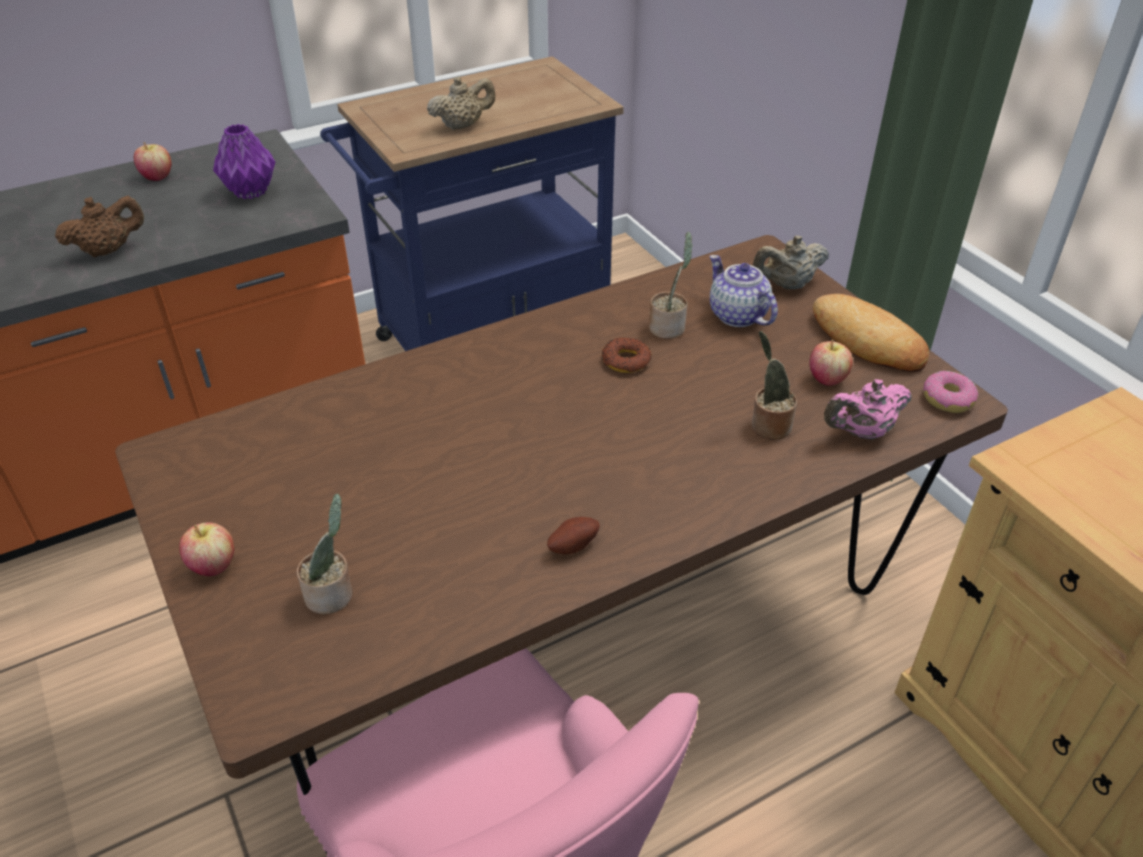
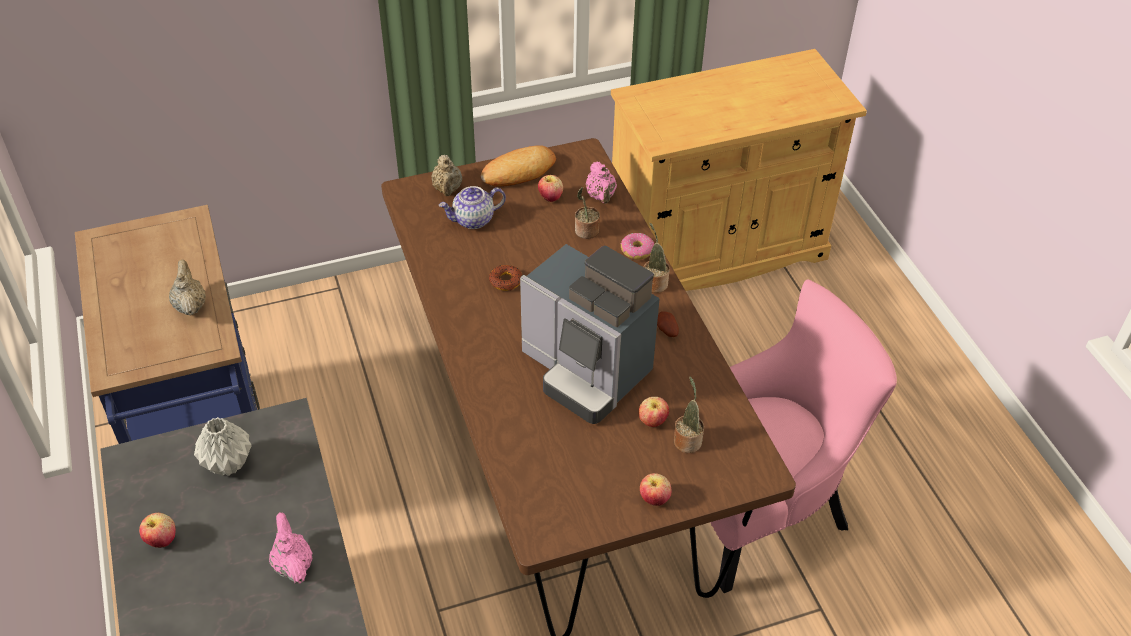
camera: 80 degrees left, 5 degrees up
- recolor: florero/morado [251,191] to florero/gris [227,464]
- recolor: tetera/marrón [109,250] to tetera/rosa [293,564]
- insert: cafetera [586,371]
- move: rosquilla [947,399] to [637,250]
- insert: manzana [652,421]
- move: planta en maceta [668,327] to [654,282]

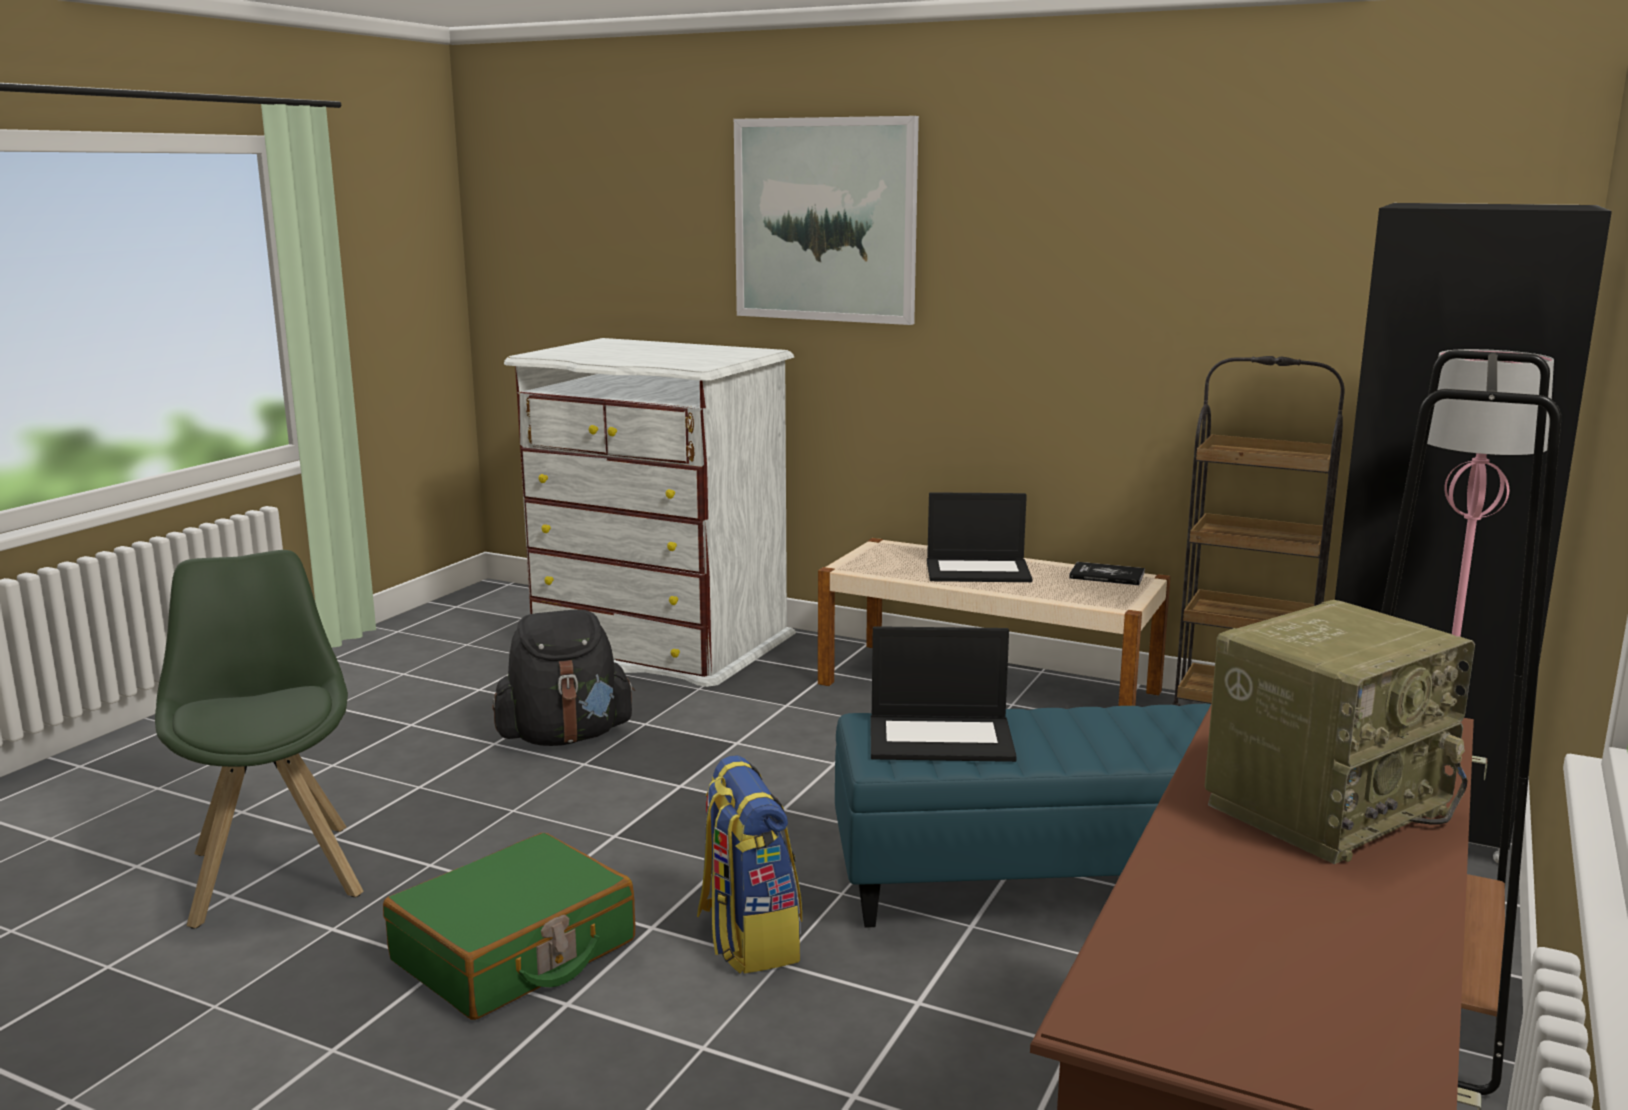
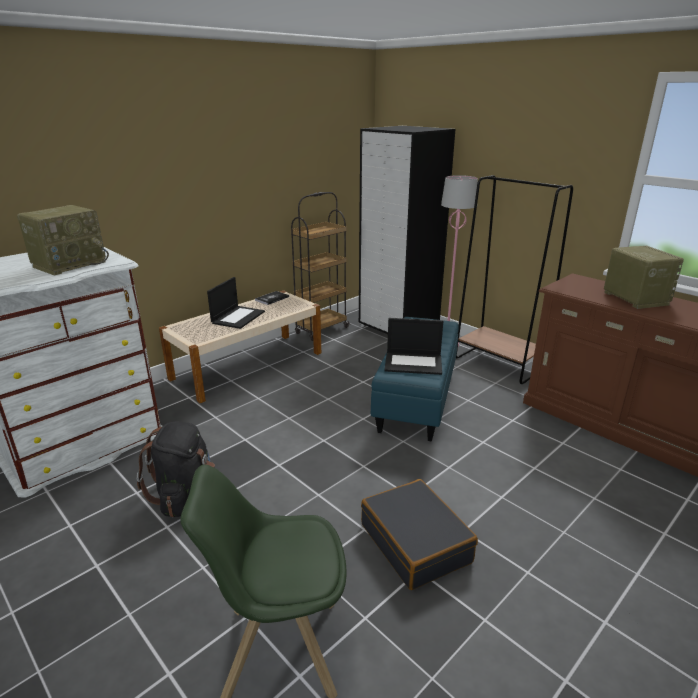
camera: 70 degrees left, 10 degrees up
- insert: radio [70,264]
- recolor: maleta/verde [514,952] to maleta/negro [416,543]
- rotate: portátil [942,738] = [414,363] 75 degrees clockwise
- delete: mochila [748,938]
- delete: cuadro [825,220]

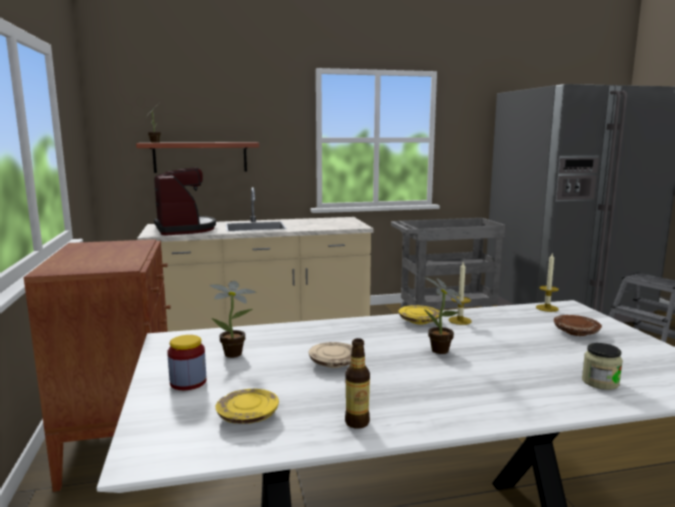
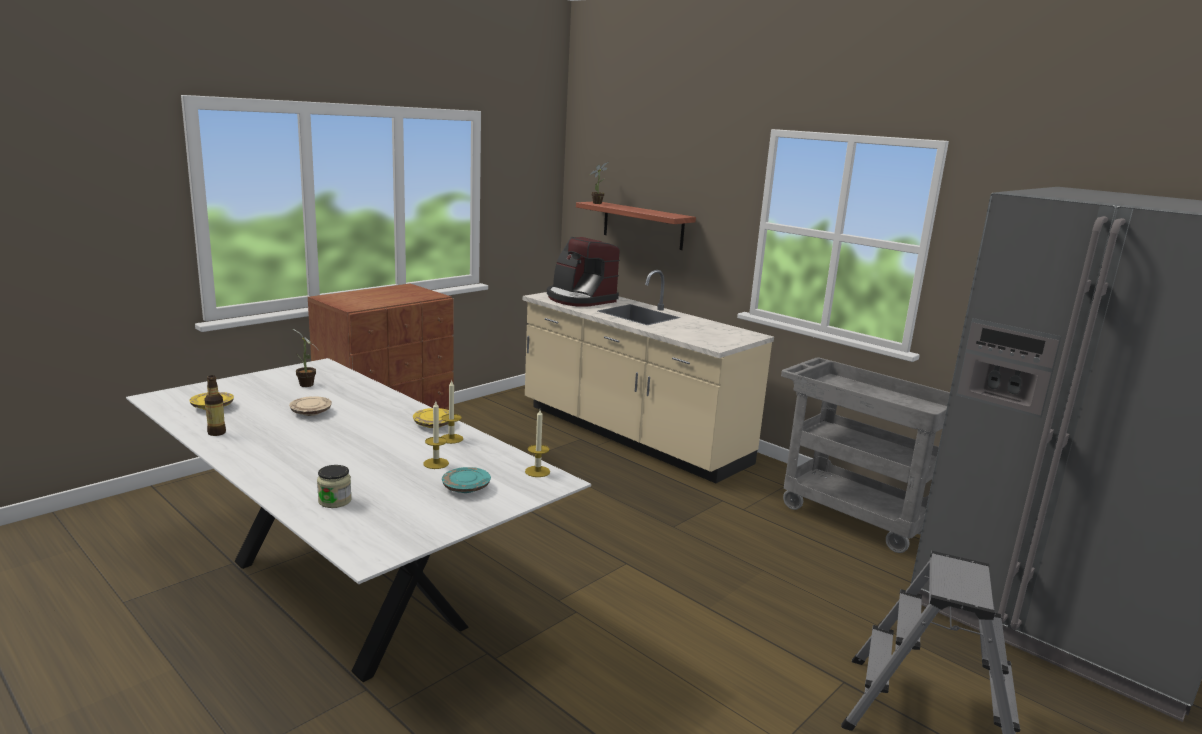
camera: 55 degrees right, 5 degrees up
- insert: vela [436,463]
- recolor: plato/marrón [576,332] to plato/turquesa [466,488]
- rotate: cafetera [184,229] = [580,299] 105 degrees clockwise
- delete: tarro [188,382]
- delete: planta en maceta [441,352]

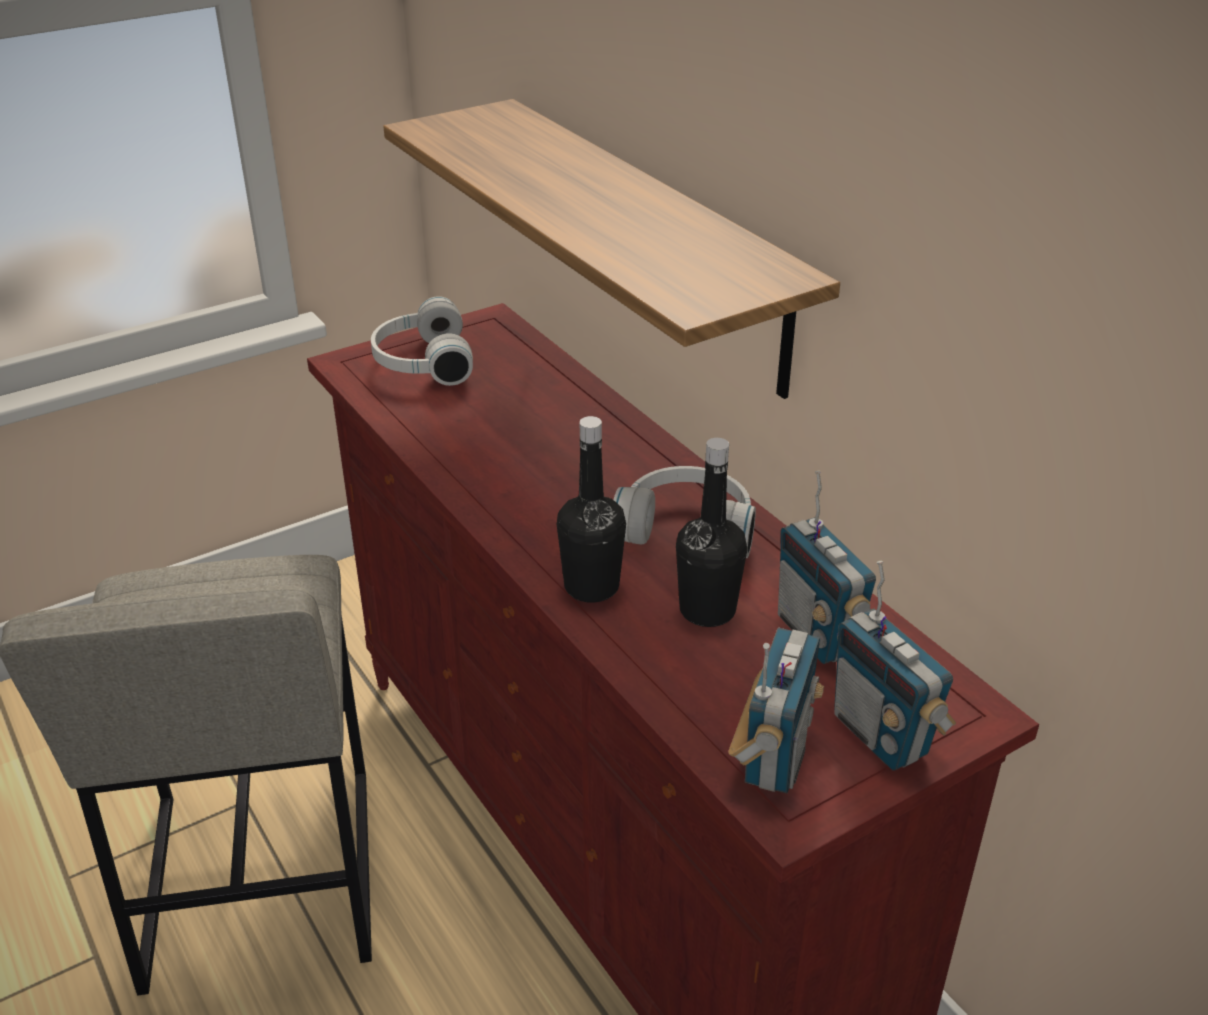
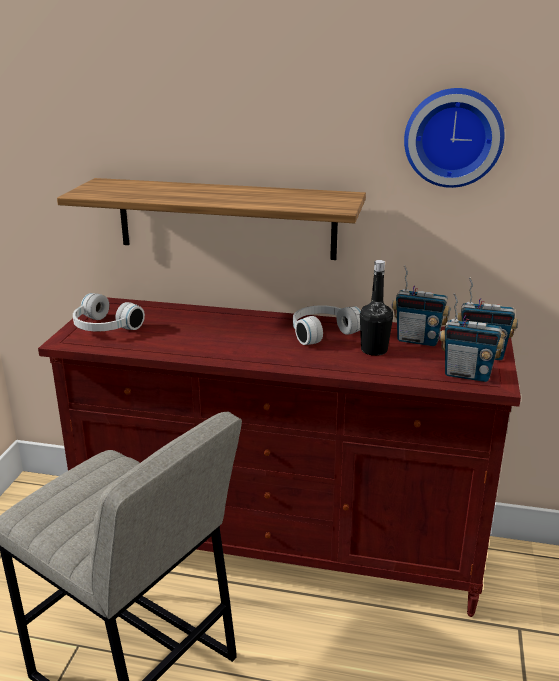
camera: 45 degrees left, 10 degrees down
- insert: reloj de pared [453,137]
- rotate: radio [773,757] = [467,374] 135 degrees clockwise
- delete: botella/negro [591,586]

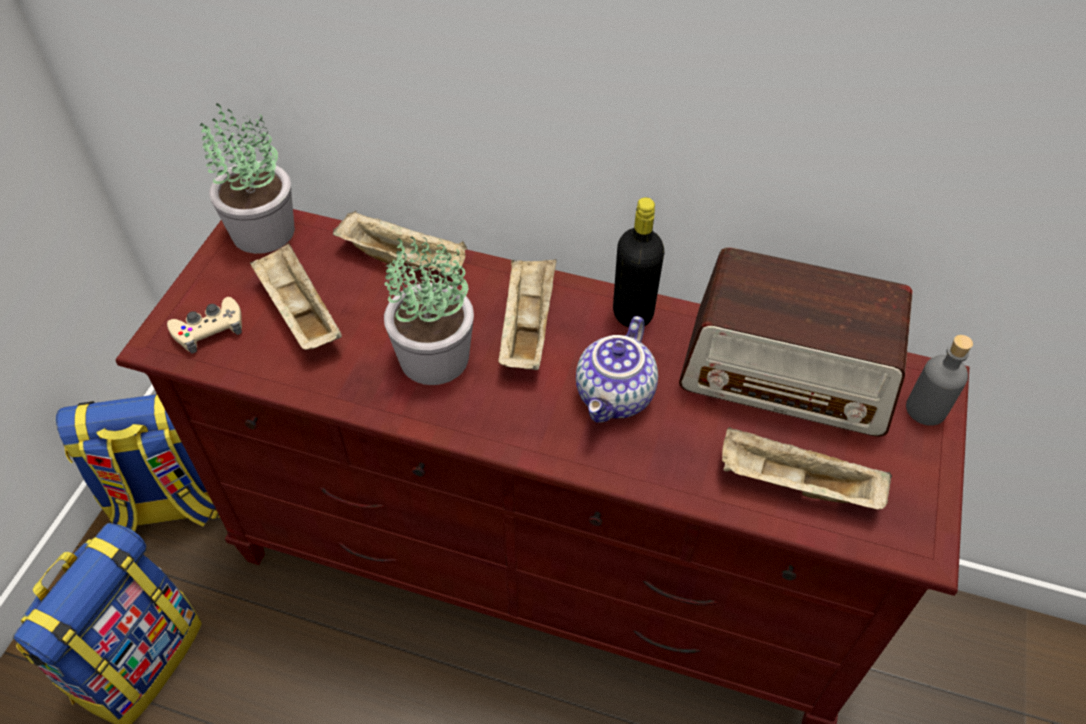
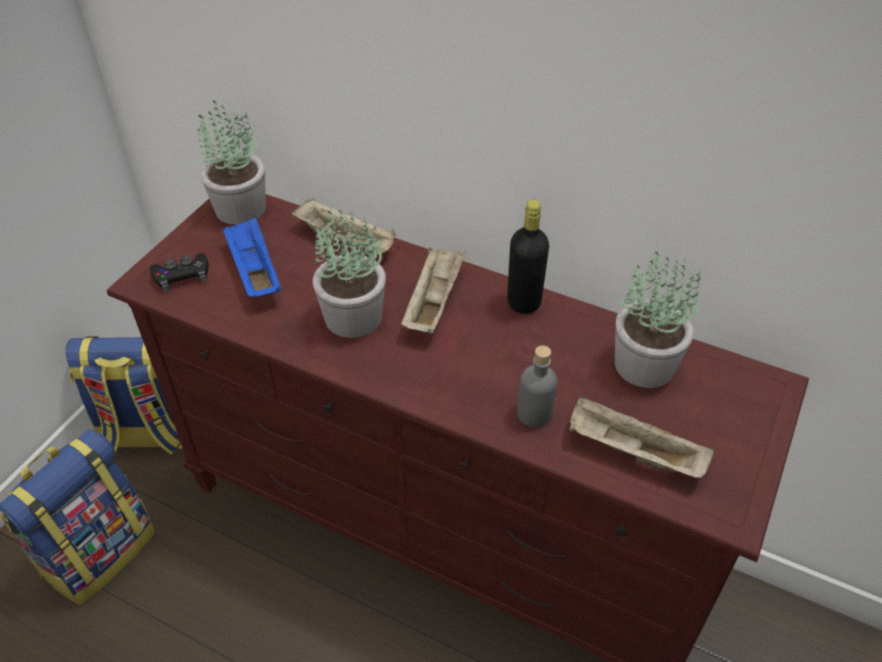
camera: 10 degrees right, 5 degrees down
- recolor: mando de consola/beis [209,329] to mando de consola/negro [182,276]
- recolor: bandeja/beis [299,313] to bandeja/azul [254,271]
- move: botella/gris [926,409] to [534,413]
- replace: radio [788,373] to planta en maceta [646,364]
- delete: tetera [616,397]

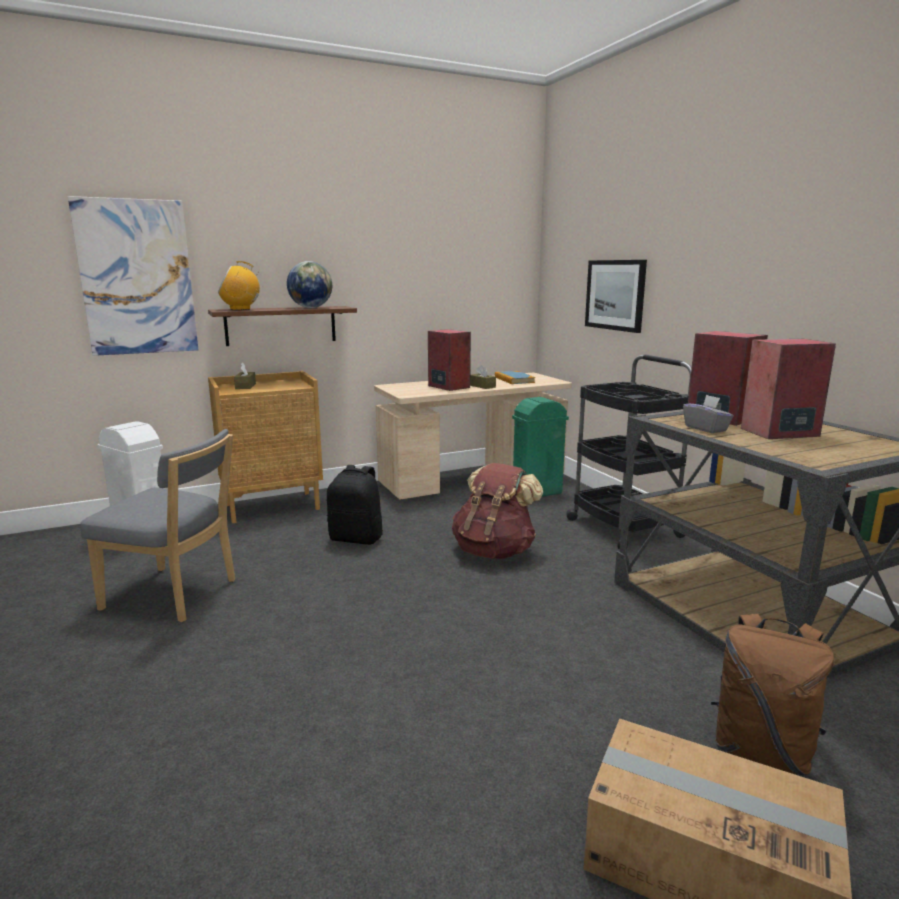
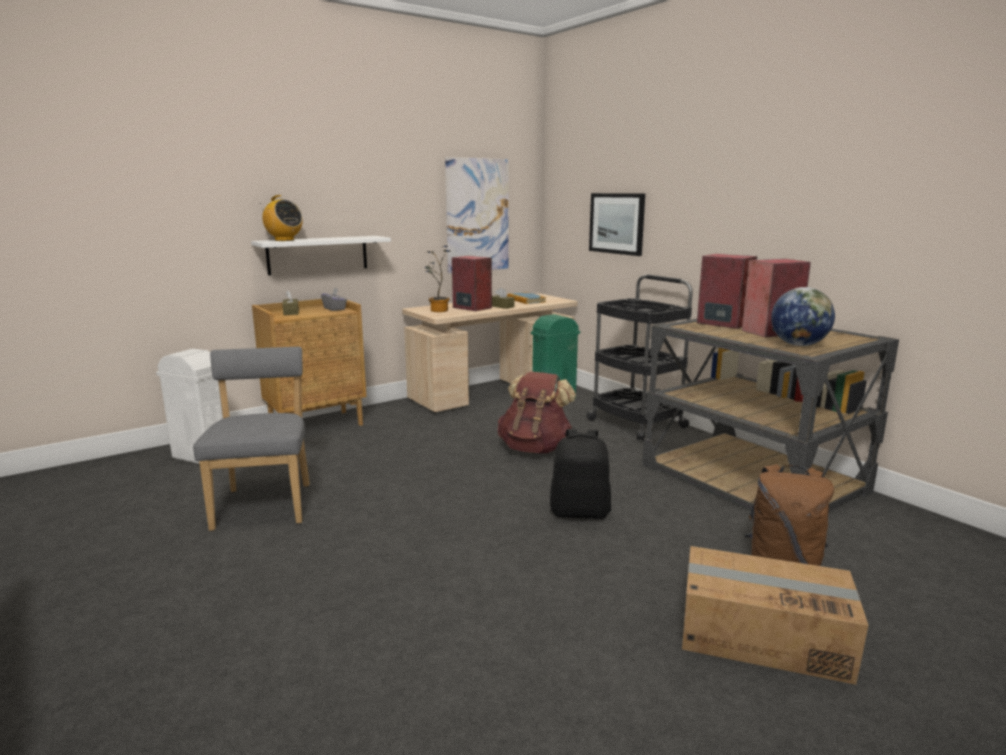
camera: 10 degrees left, 0 degrees up
- rotate: silla/gris [176,596] = [265,504] 105 degrees counterclockwise
- recolor: estante/marrón [281,325] to estante/blanco [318,254]
- rotate: radio [240,309] = [284,240] 120 degrees counterclockwise
- move: caja de pañuelos/gris [706,429] to [334,309]
- insert: planta en maceta [437,311]
- move: cuadro [137,278] to [477,215]
- move: mochila/negro [357,538] to [580,512]
- move: globo terráqueo [311,307] to [798,345]

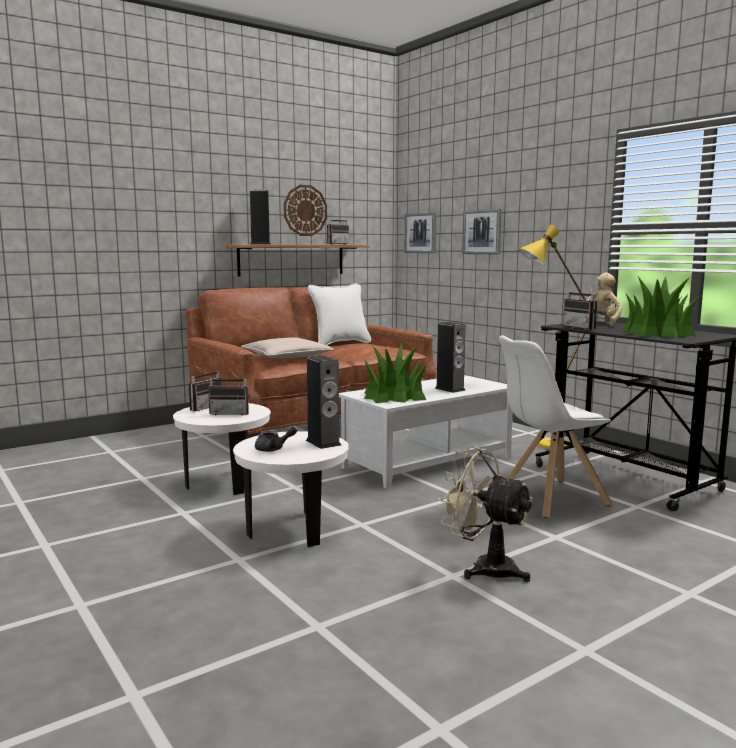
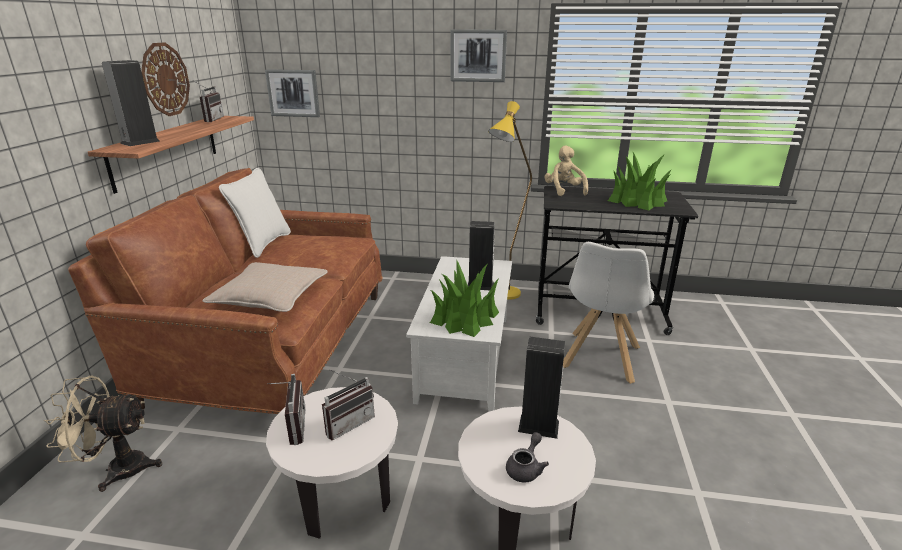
camera: 45 degrees left, 15 degrees up
- move: ventilador/beis [484,567] to [117,469]
- move: cuadro [482,232] to [478,56]
- delete: radio [582,328]

